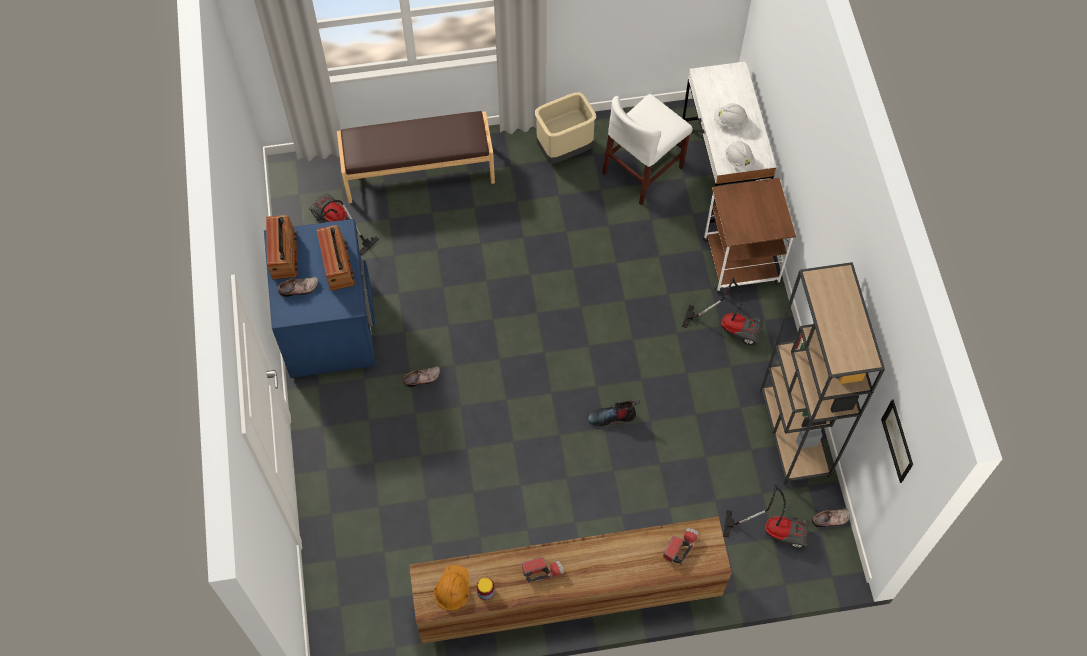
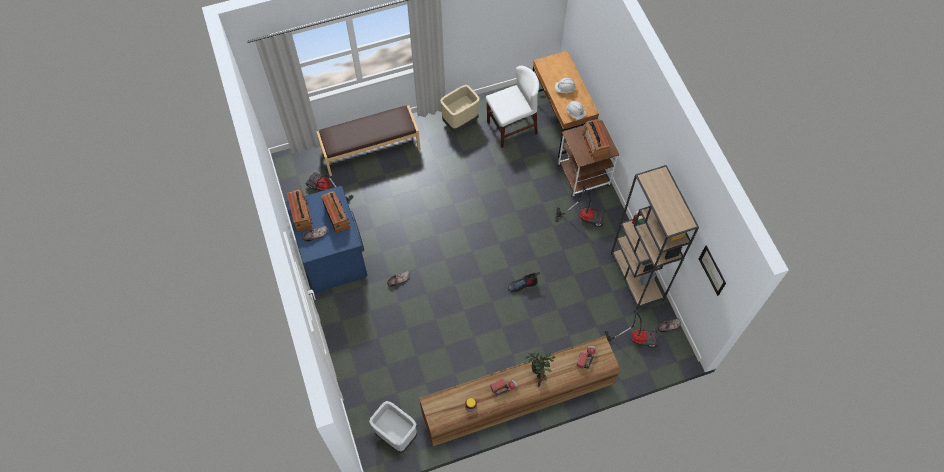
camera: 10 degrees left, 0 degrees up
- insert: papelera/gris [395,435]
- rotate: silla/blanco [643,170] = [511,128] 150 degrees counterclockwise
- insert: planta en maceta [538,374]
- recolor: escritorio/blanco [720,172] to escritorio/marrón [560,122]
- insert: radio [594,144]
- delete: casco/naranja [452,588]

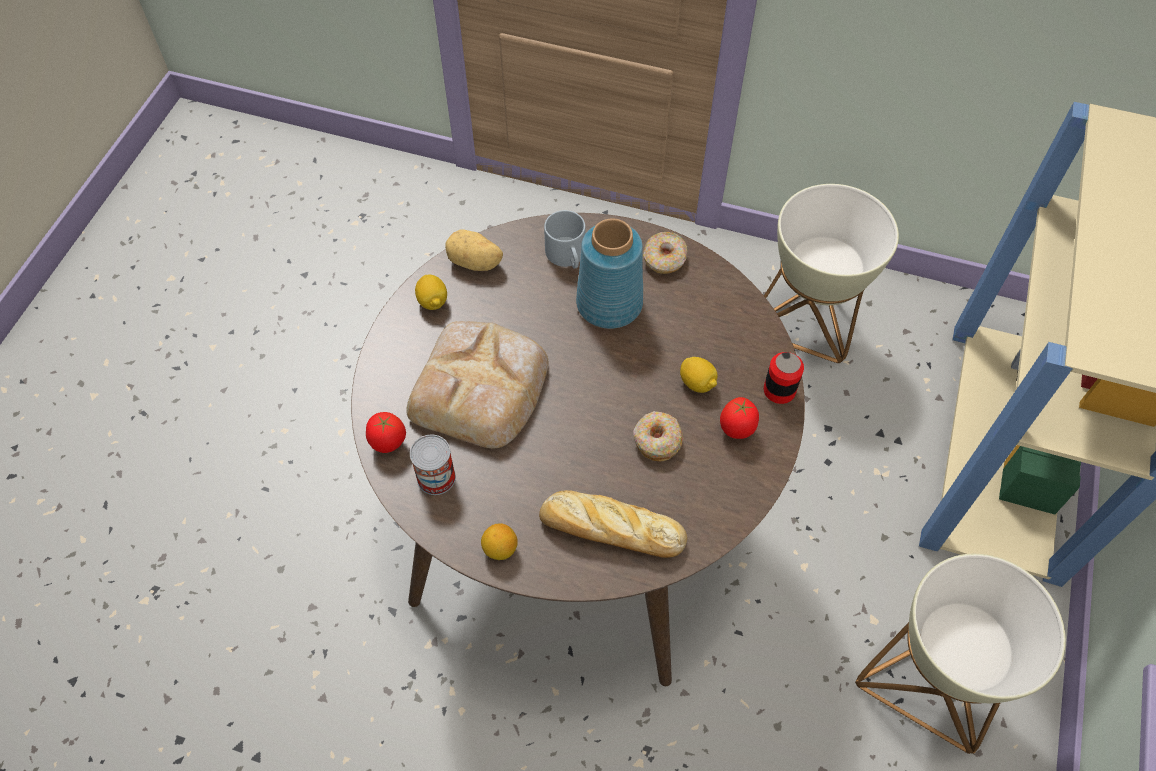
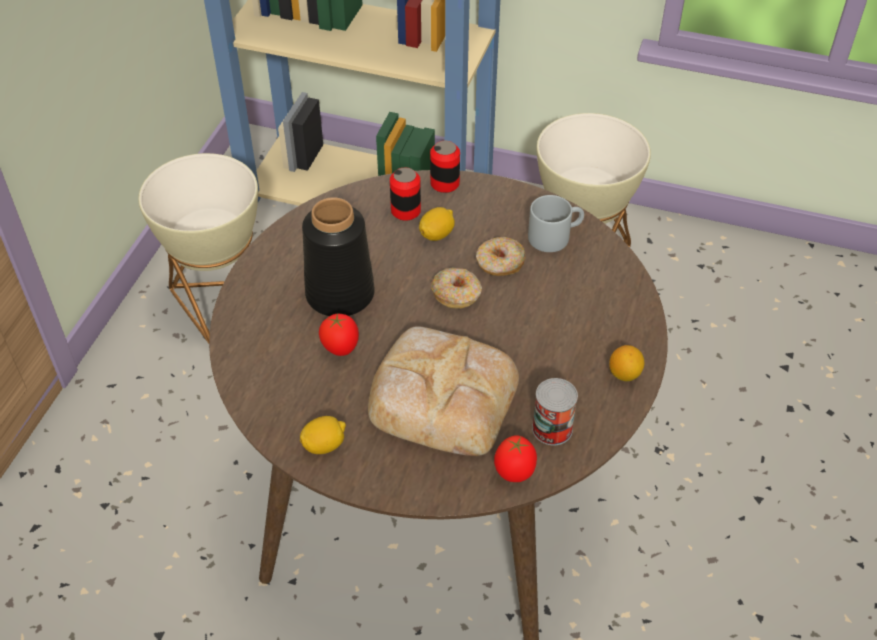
camera: 90 degrees left, 10 degrees down
- recolor: florero/azul [608,304] to florero/negro [340,295]
- move: tomate [737,430] to [341,349]
- insert: lata [405,211]
- move: rosquilla [665,259] to [457,294]
- move: taza grande/gris [568,256] to [555,235]
- delete: patata [475,263]
- delete: pan [609,529]

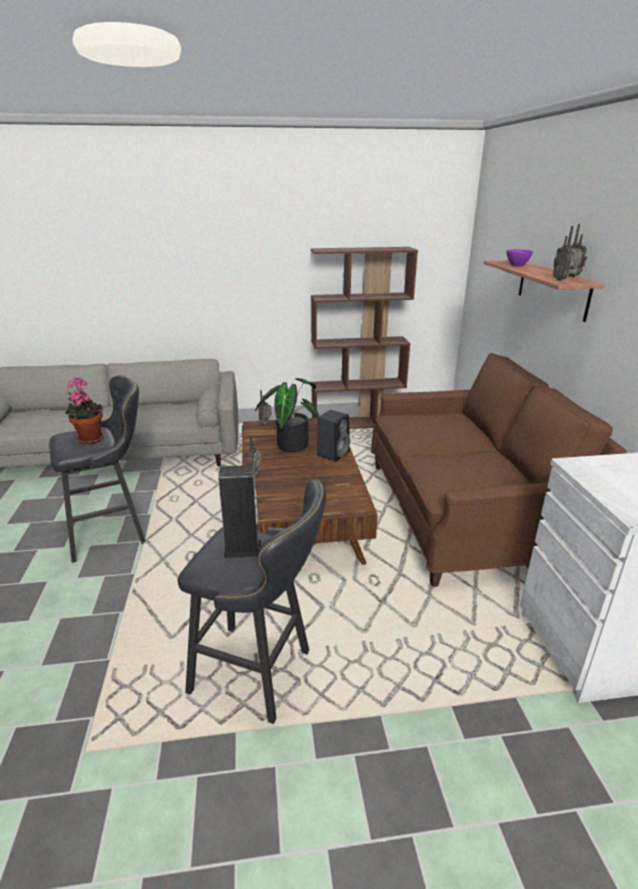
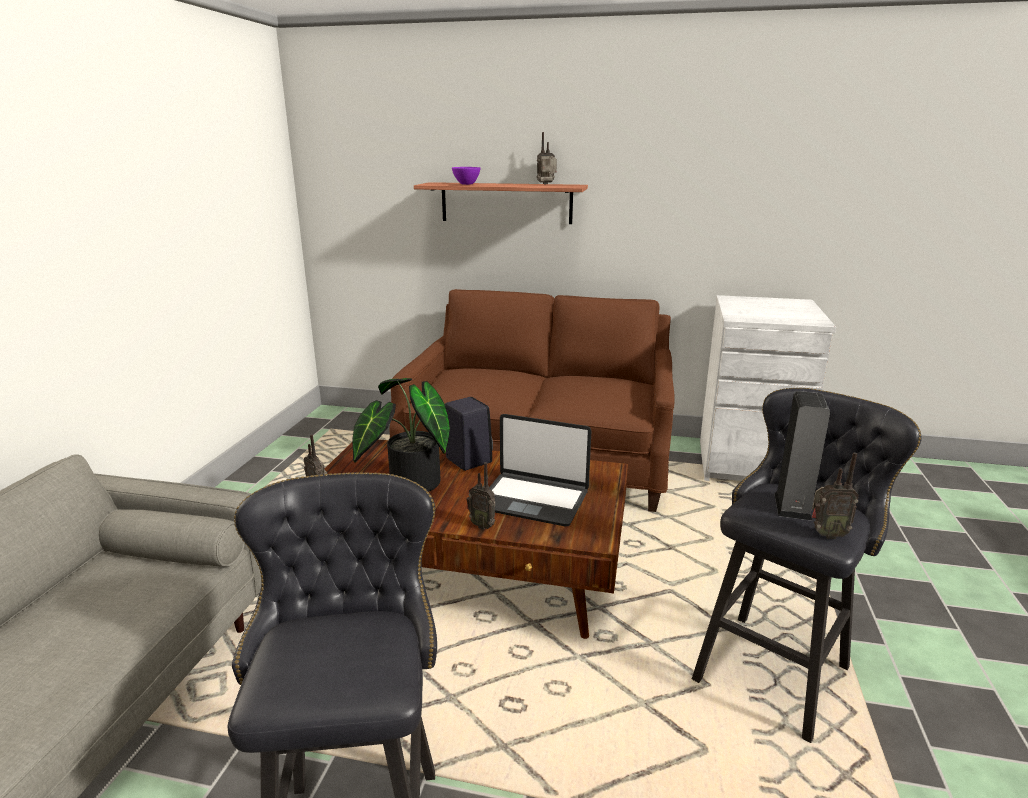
camera: 70 degrees left, 5 degrees down
- insert: portátil [533,500]
- move: radio [560,280] to [826,534]
- delete: planta en maceta [89,438]
- delete: estantería/marrón [357,423]

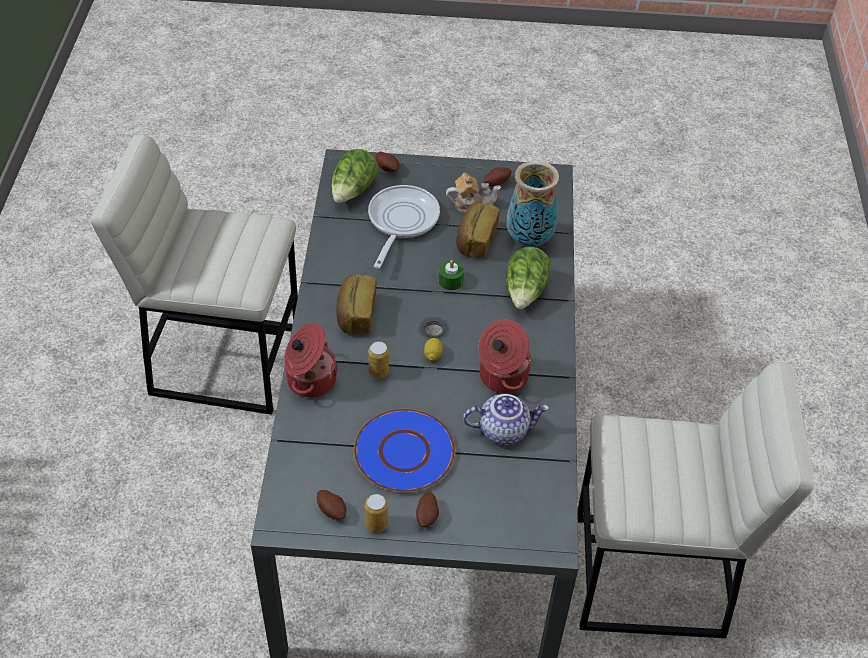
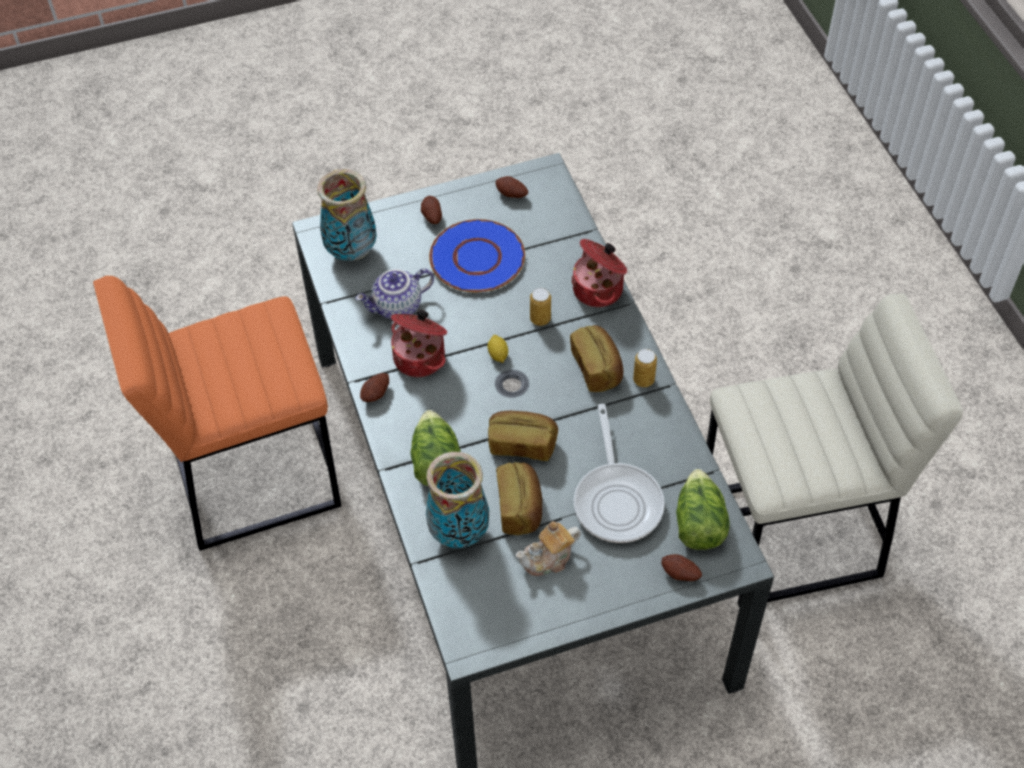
camera: 160 degrees right, 5 degrees up
- recolor: silla/beis [653,576] to silla/naranja [249,477]
- insert: florero [352,252]
- move: patata [496,182] to [376,394]
- replace: vela/verde [450,281] to pan [522,444]
- move: lata [376,524] to [643,380]

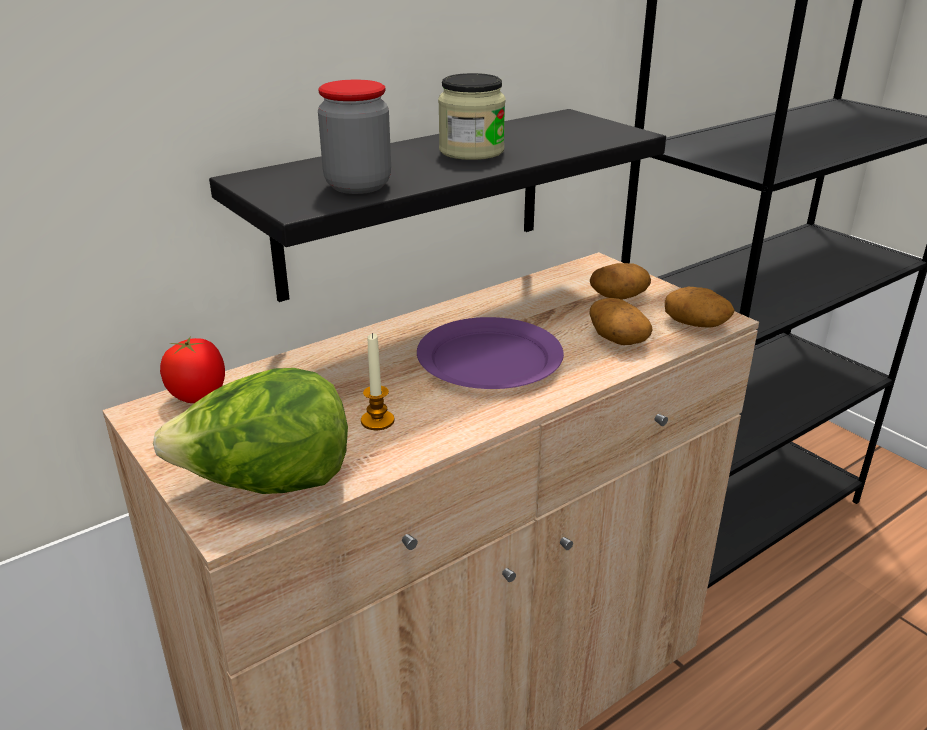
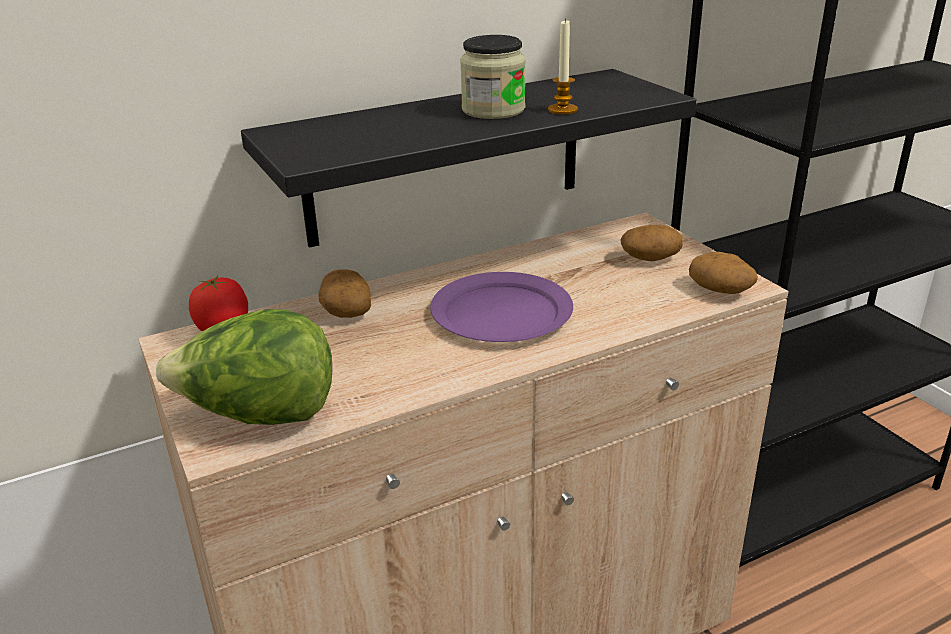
camera: 10 degrees right, 0 degrees up
- move: patata [616,338] to [346,310]
- move: vela [377,421] to [562,110]
- delete: tarro [358,186]

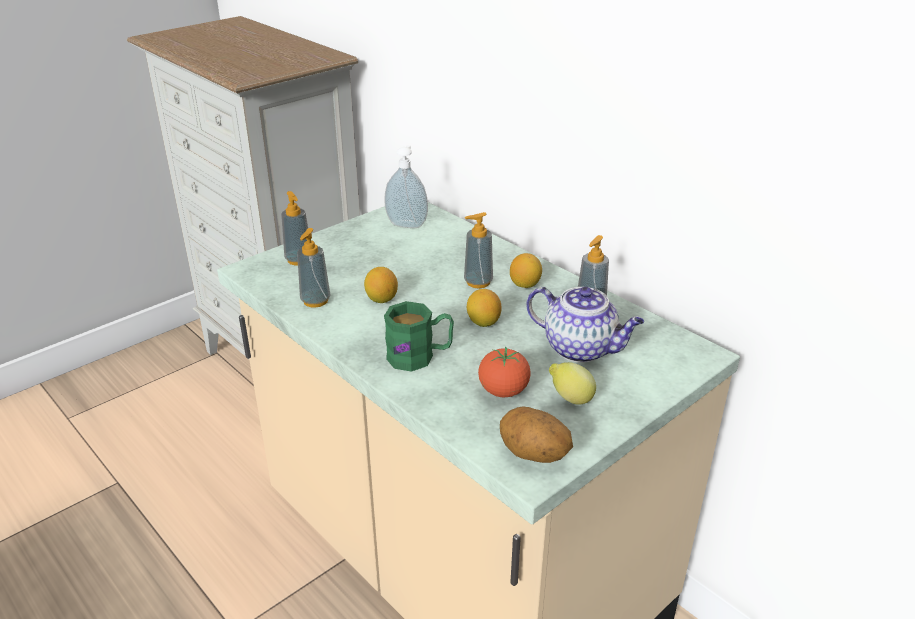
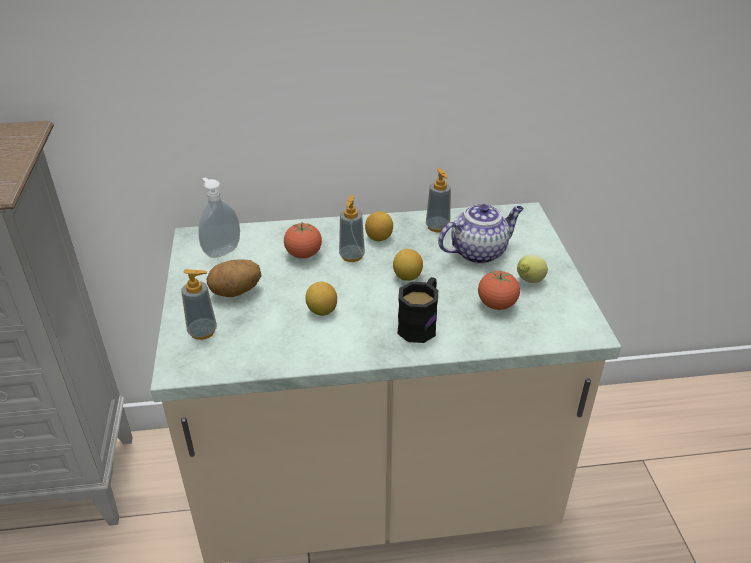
camera: 55 degrees left, 5 degrees up
- move: patata [533,456] to [236,293]
- insert: tomate [303,254]
- recolor: taza grande/verde [420,356] to taza grande/negro [420,324]
- delete: dispensador de jabón [315,301]

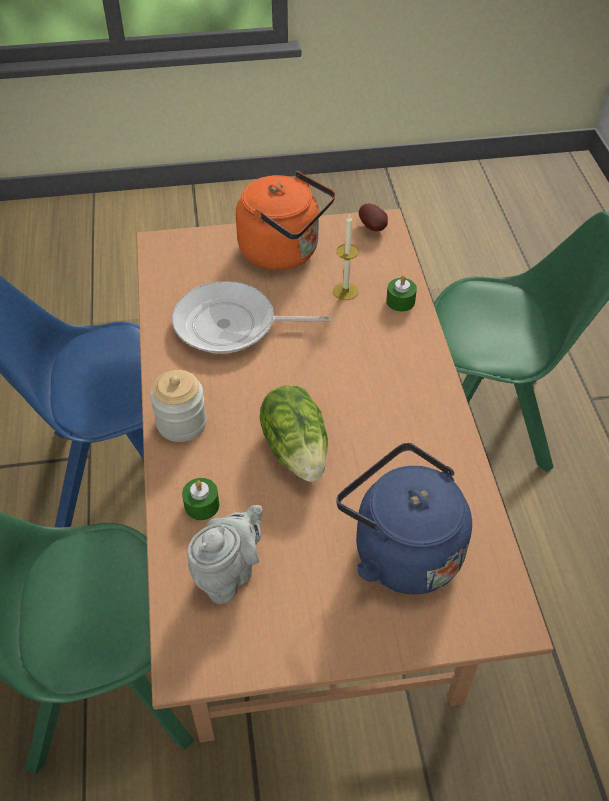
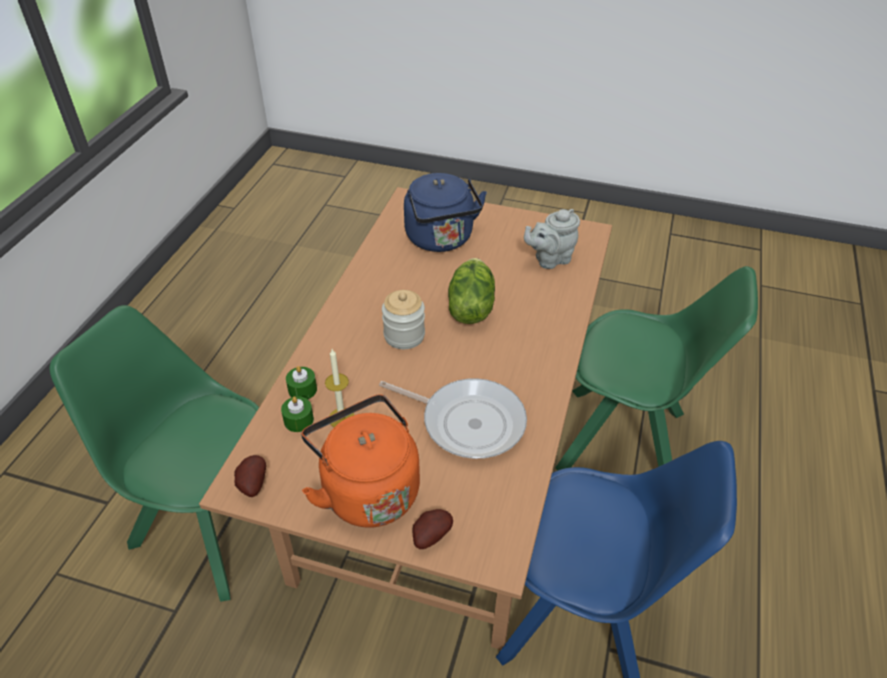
camera: 155 degrees left, 5 degrees down
- move: vela/verde [201,505] to [298,420]
- move: tarro [181,423] to [404,335]
- insert: patata [430,535]

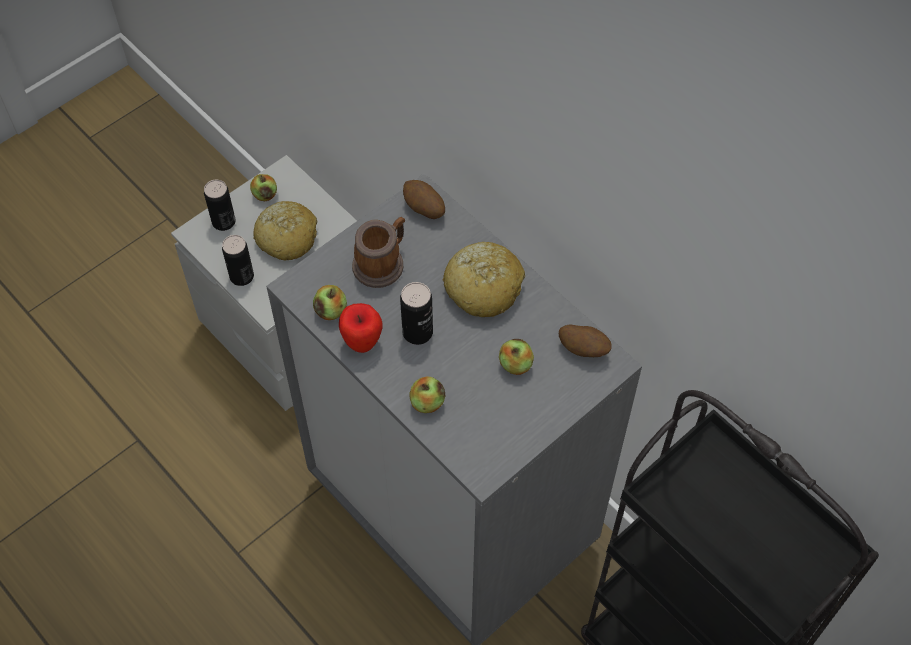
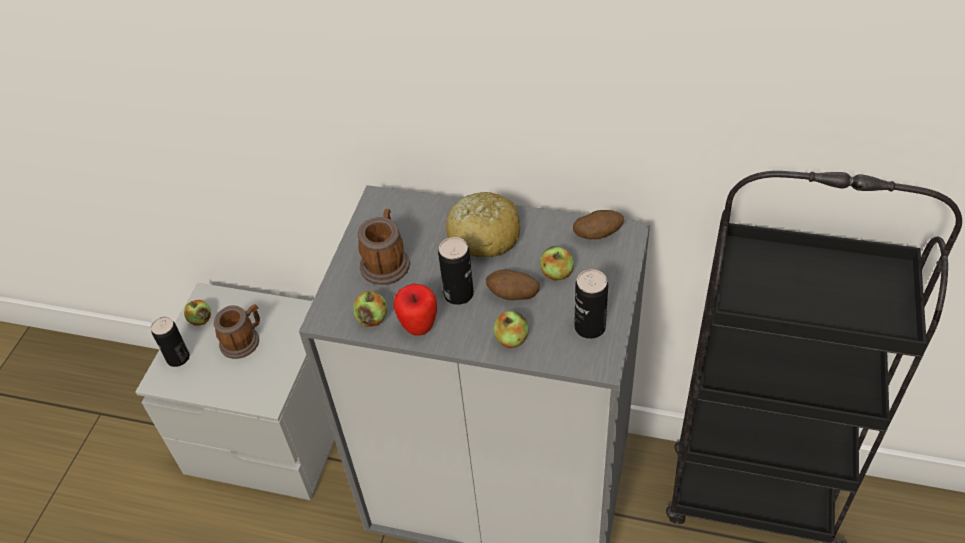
camera: 30 degrees left, 10 degrees down
- replace: pan [287,237] to taza grande [243,340]
- move: patata [424,209] to [513,296]
- move: lata [241,276] to [589,327]

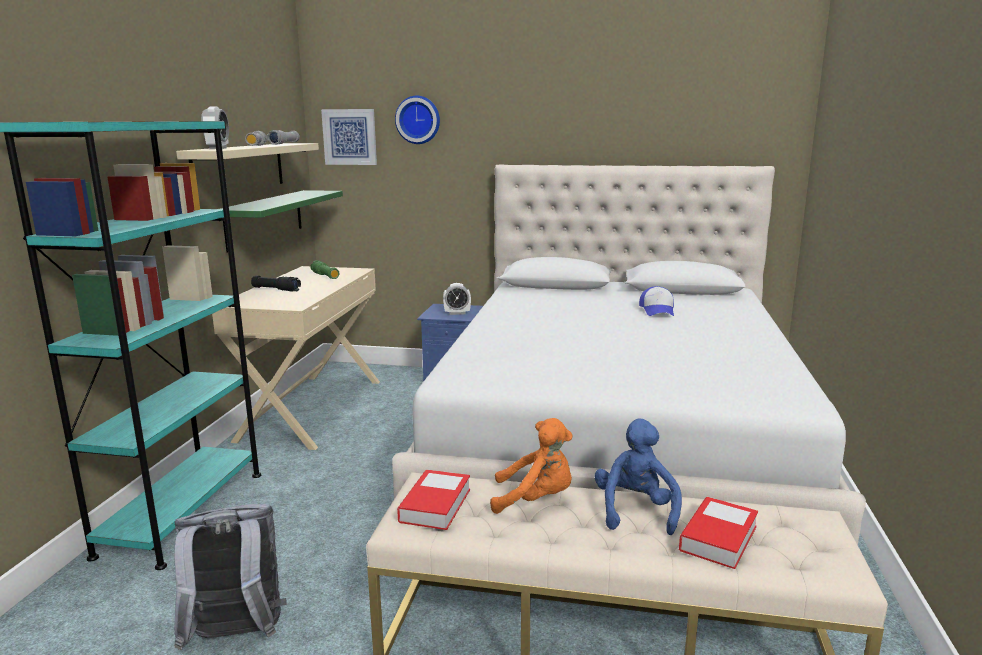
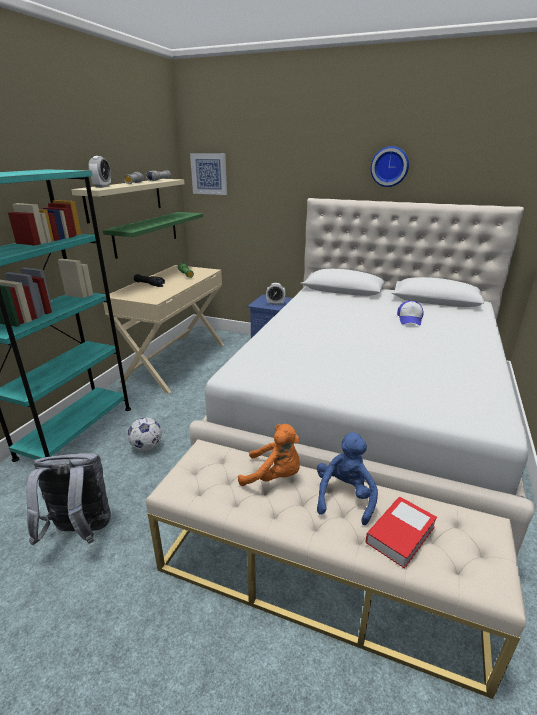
camera: 10 degrees right, 10 degrees up
- insert: balón de fútbol [147,447]
- move: reloj de pared [418,120] to [389,166]
- delete: libro [435,505]

